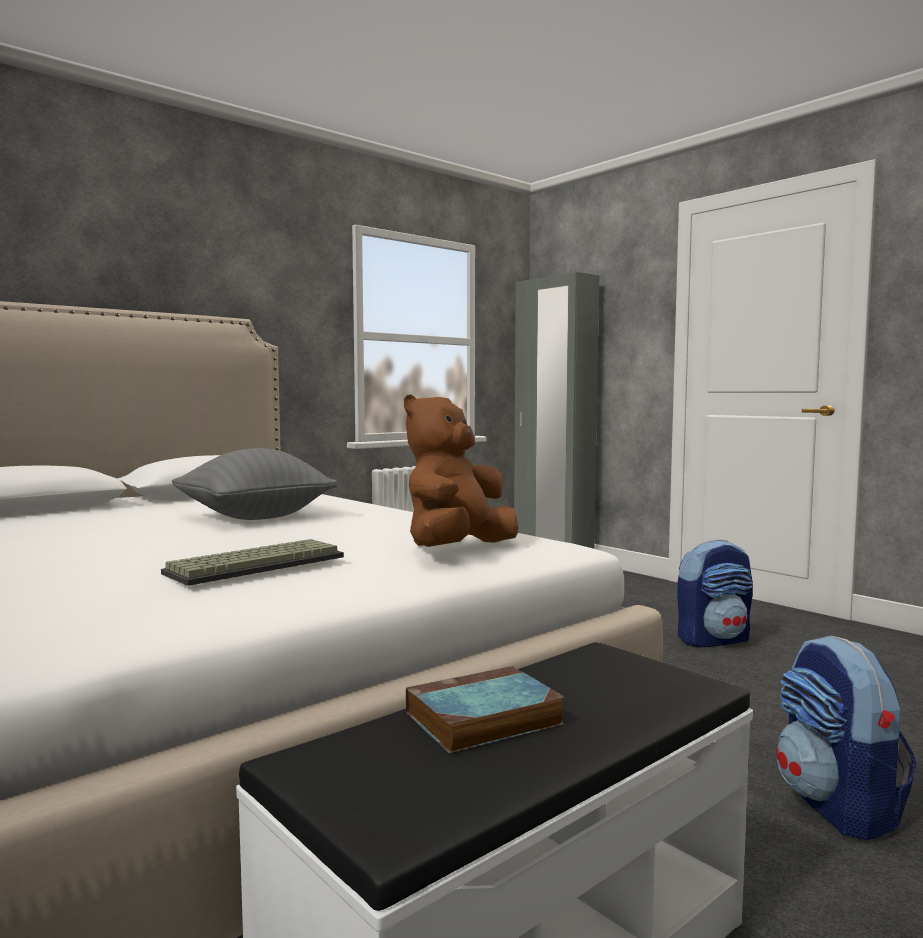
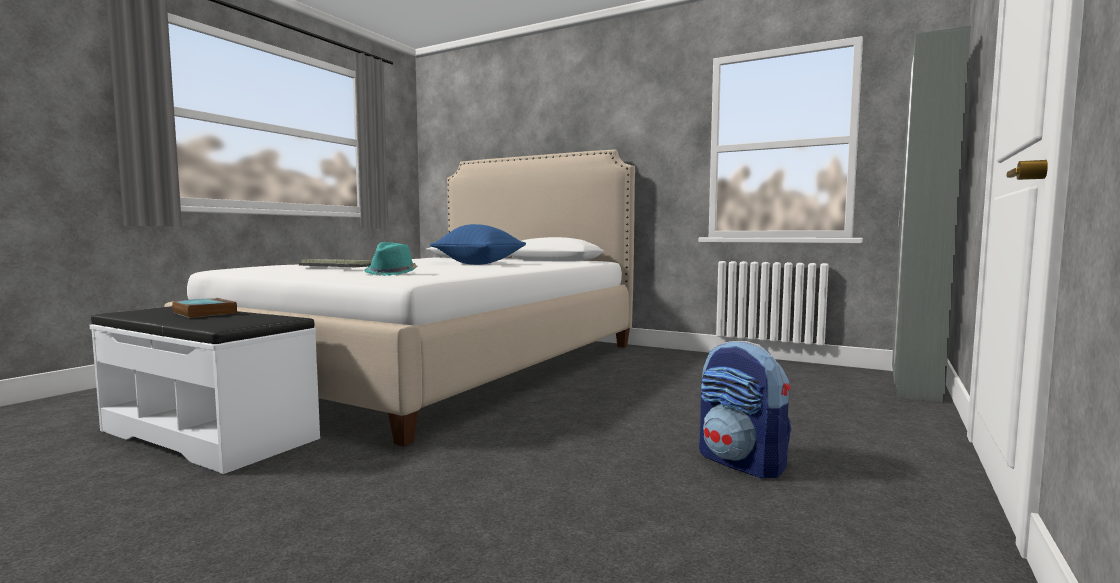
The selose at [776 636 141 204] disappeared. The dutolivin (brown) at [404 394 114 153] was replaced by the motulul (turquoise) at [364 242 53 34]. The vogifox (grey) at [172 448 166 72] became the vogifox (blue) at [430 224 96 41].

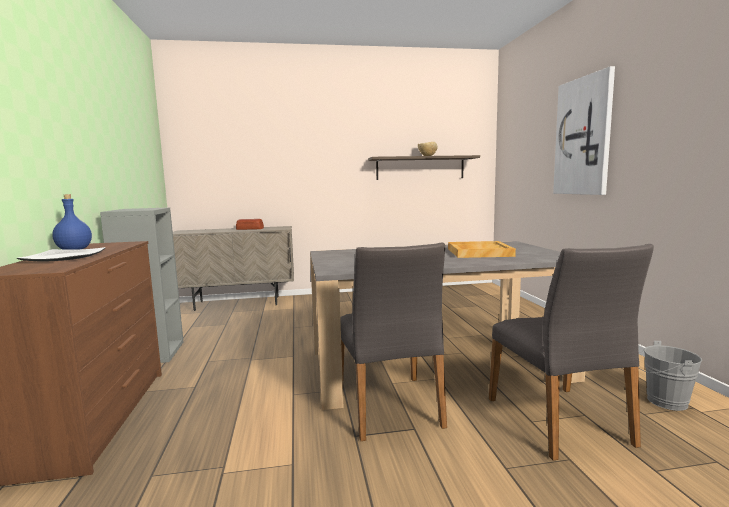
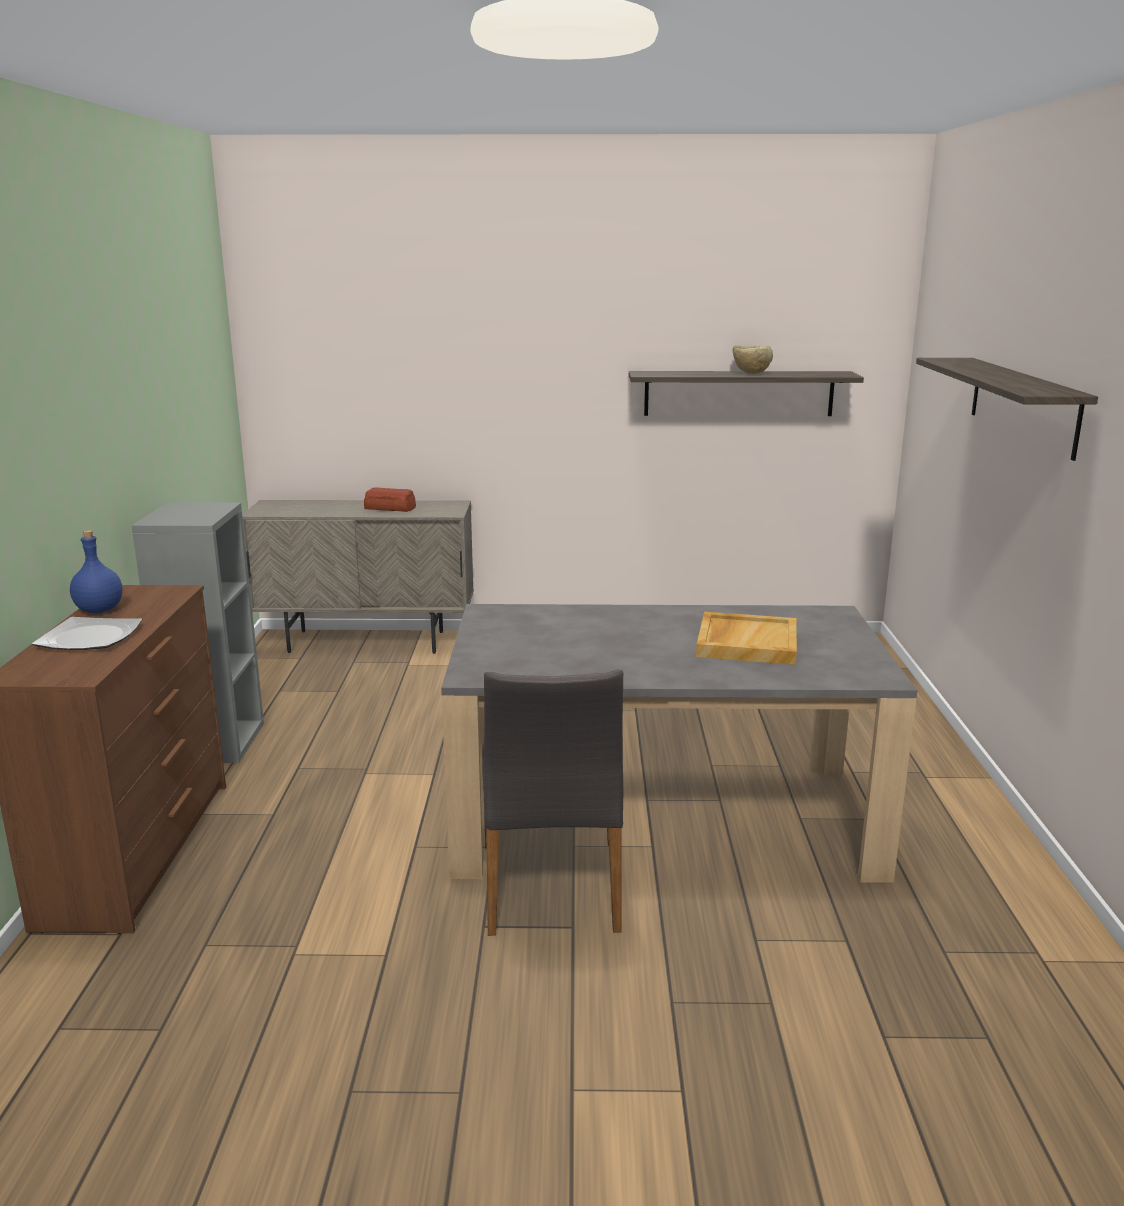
The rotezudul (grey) at [489 244 165 217] disappeared. The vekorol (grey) at [639 341 63 70] disappeared. The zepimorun at [553 66 62 129] was replaced by the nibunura at [916 358 182 103].

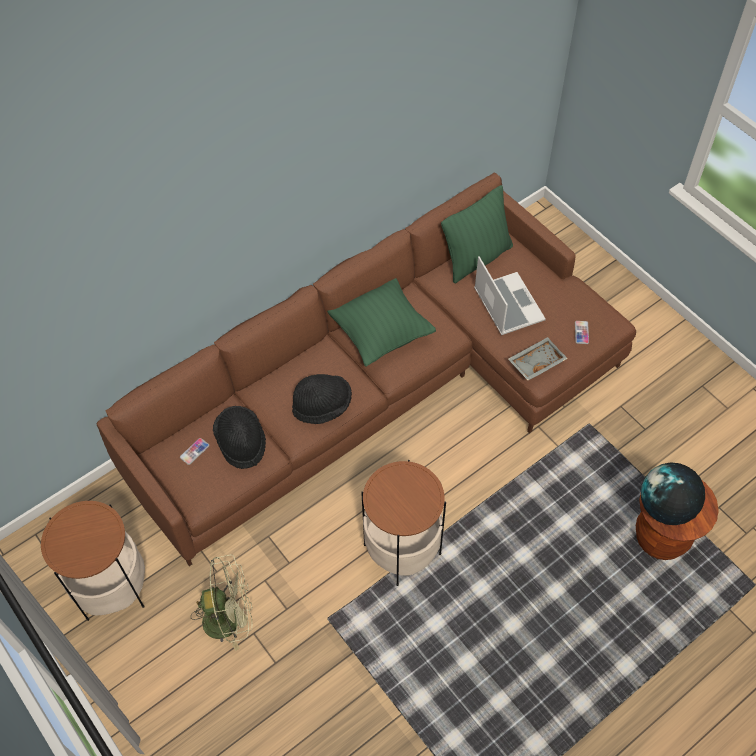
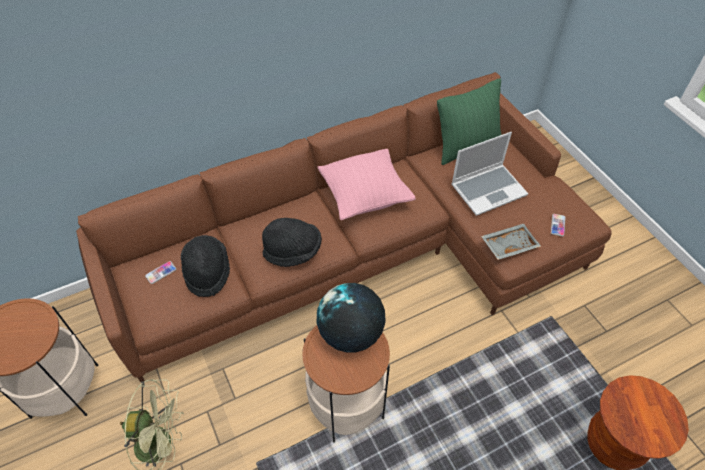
The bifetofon moved from [641 462 64 63] to [317 283 69 70]. The vogifox (green) at [327 278 109 89] became the vogifox (pink) at [317 149 98 71]. The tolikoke at [474 256 72 79] turned 75 degrees clockwise.

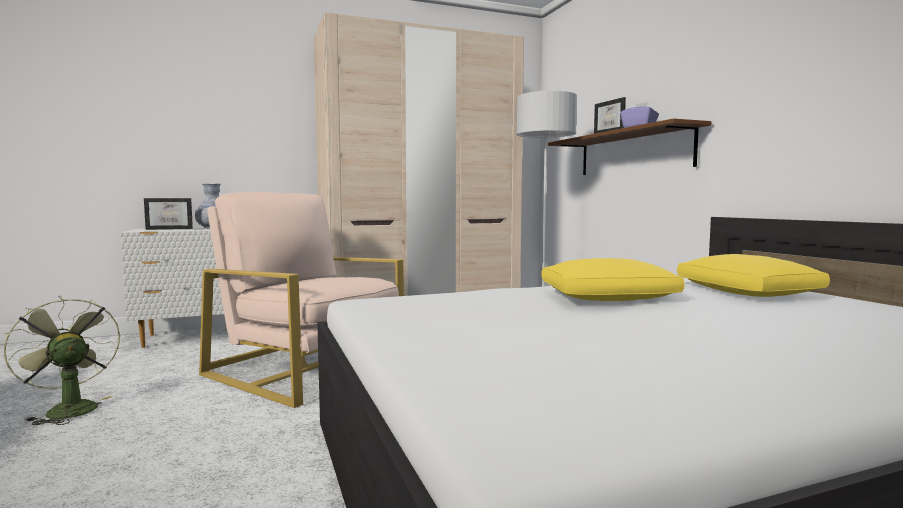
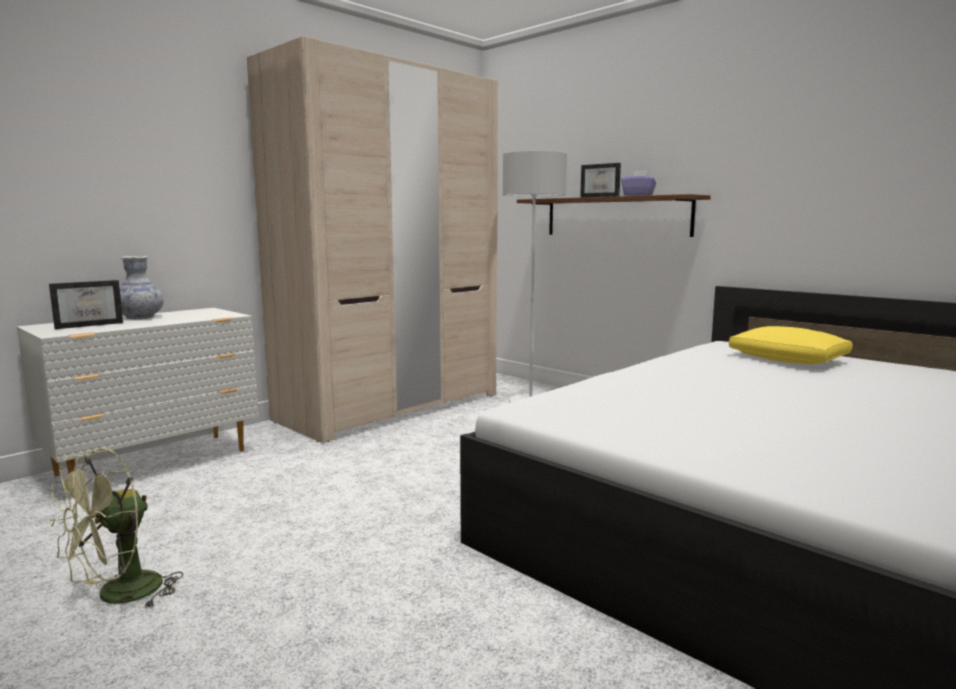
The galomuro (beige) at [199 192 205 216] disappeared. The vogifox (yellow) at [541 258 144 43] disappeared. The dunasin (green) at [4 295 116 130] turned 75 degrees counterclockwise.

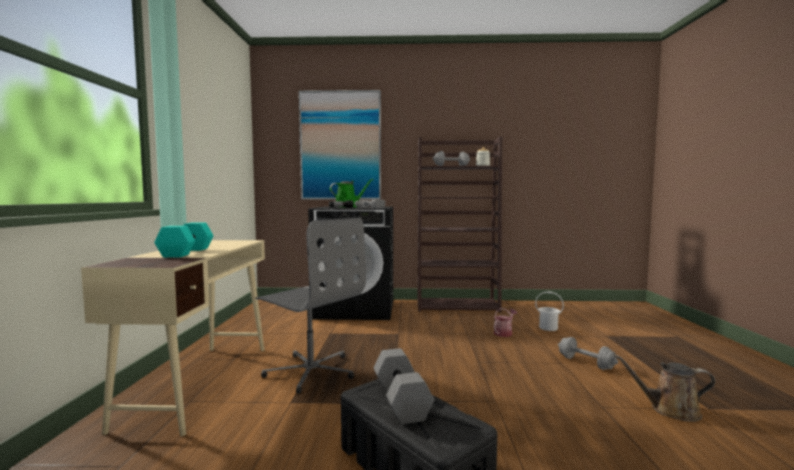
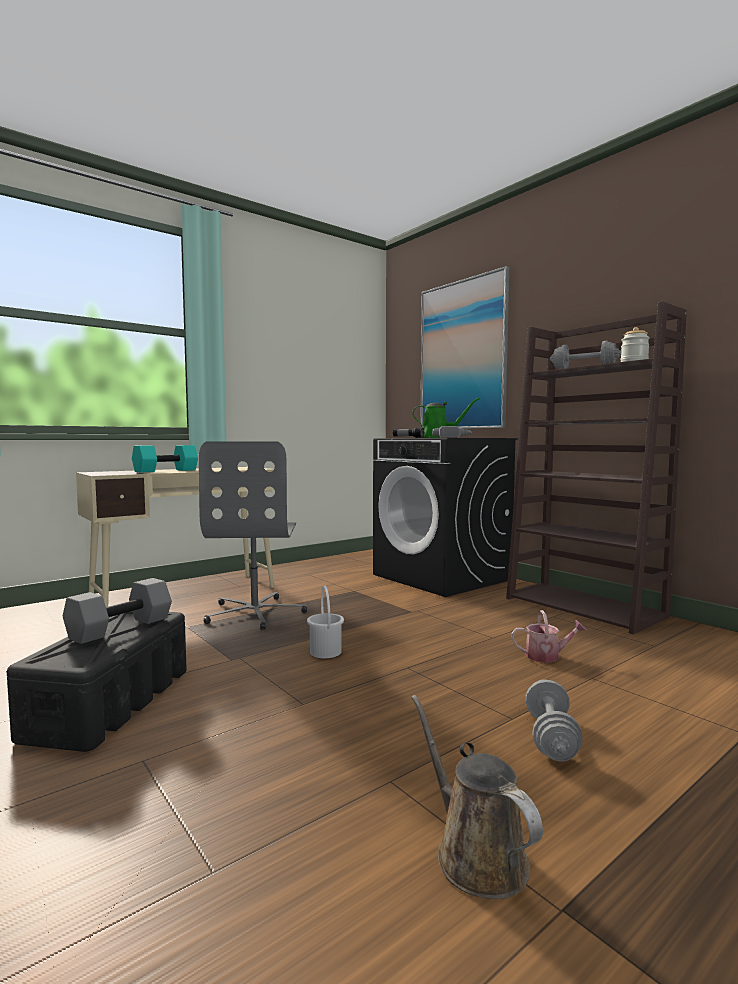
The vekorol (white) moved from [535 291 29 40] to [307 585 37 73].

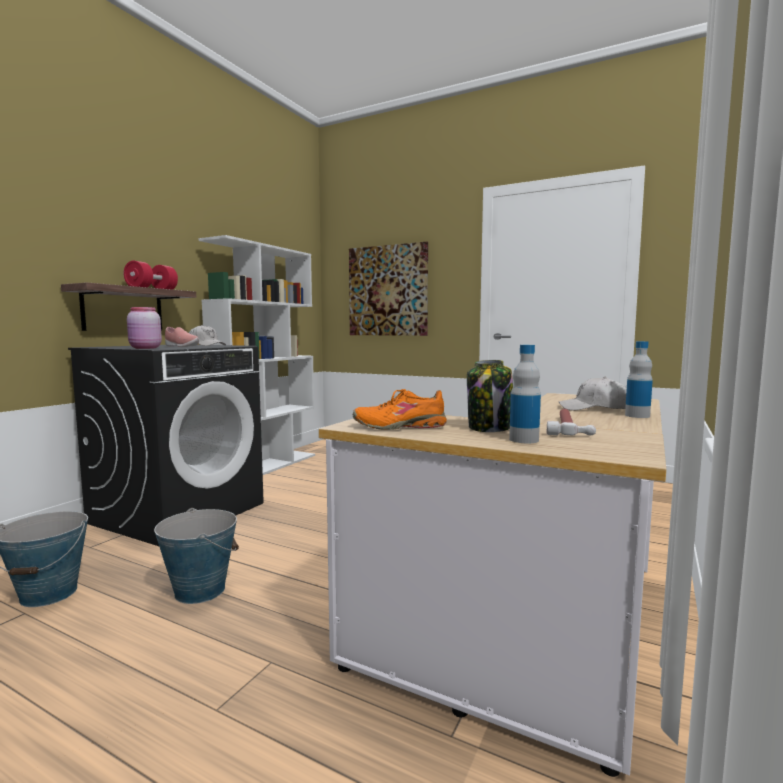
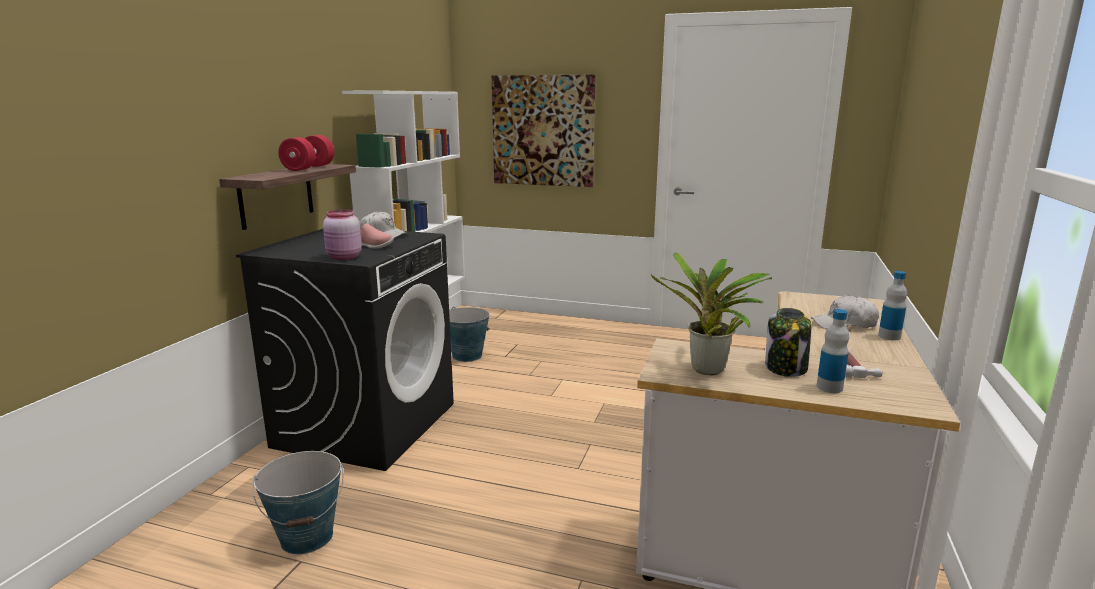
The vekorol moved from [154 508 85 96] to [449 307 41 55]. The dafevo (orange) at [353 389 94 41] was replaced by the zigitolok at [651 252 121 123].

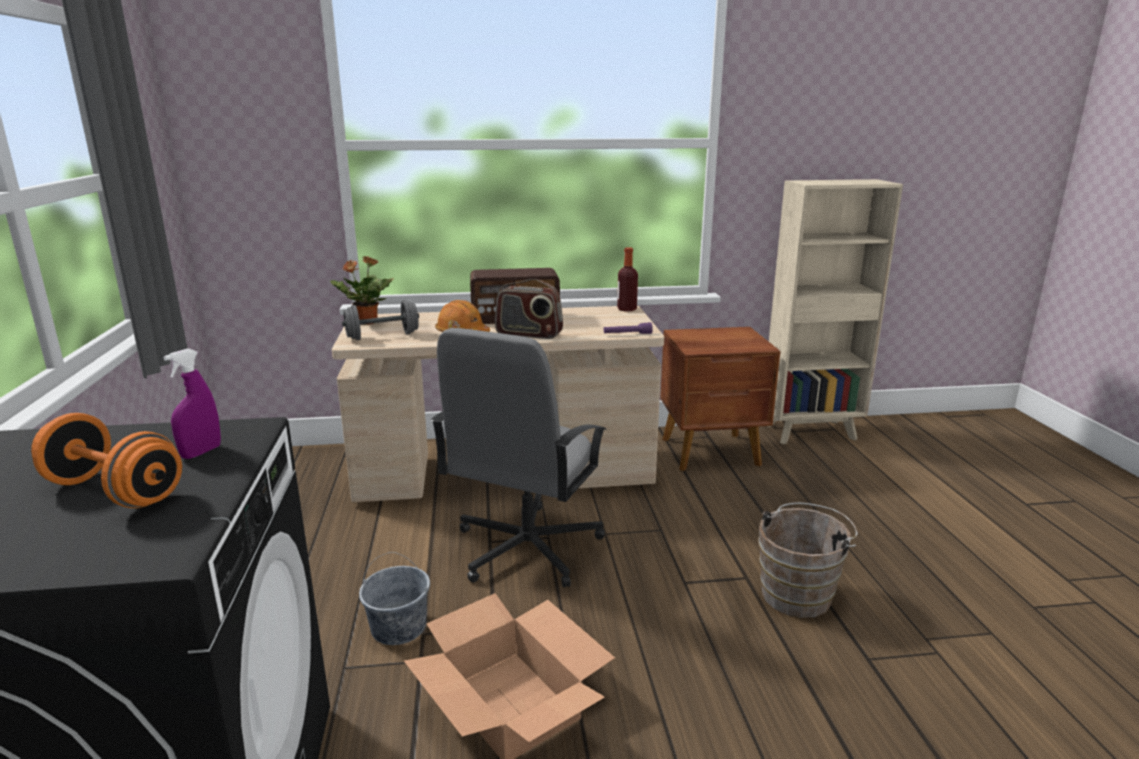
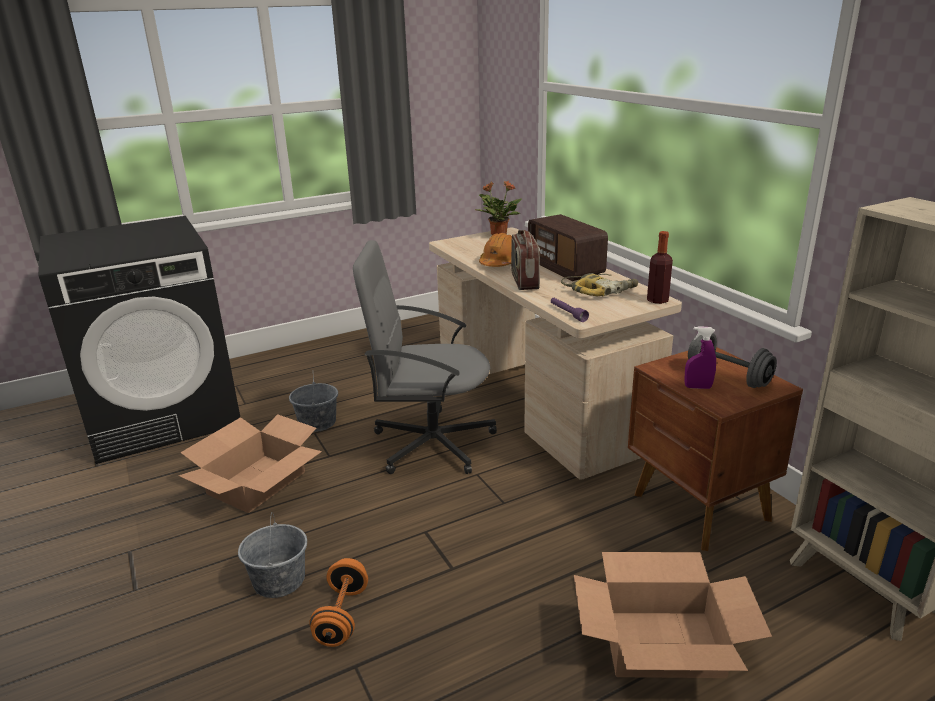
The vekorol (brown) at [758 503 100 115] disappeared. The vekorol (grey) at [238 512 69 86] appeared. The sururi at [561 273 78 23] appeared. The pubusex at [574 552 198 126] appeared. The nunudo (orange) moved from [31 413 151 95] to [309 558 59 89]. The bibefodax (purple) moved from [163 349 58 110] to [684 326 32 63]. The nunudo (grey) moved from [342 300 77 40] to [688 333 89 55].

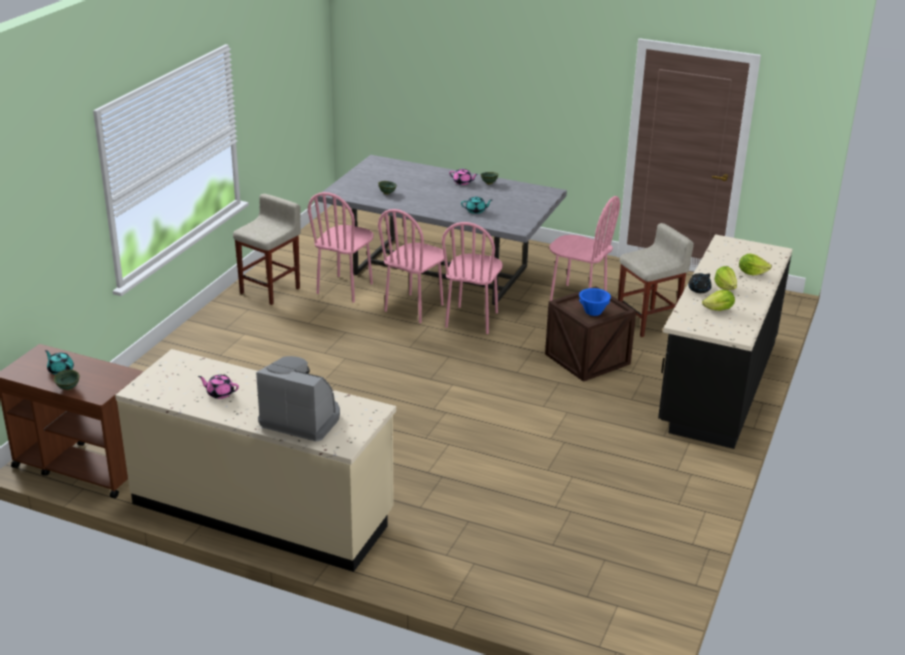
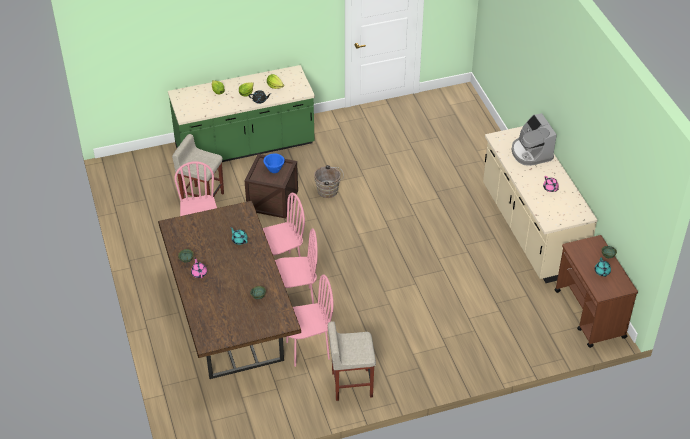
The vekorol (brown) at [314 165 30 33] appeared. The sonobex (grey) at [317 155 250 150] became the sonobex (brown) at [158 201 143 178]. The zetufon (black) at [658 234 134 215] became the zetufon (green) at [168 65 147 97].

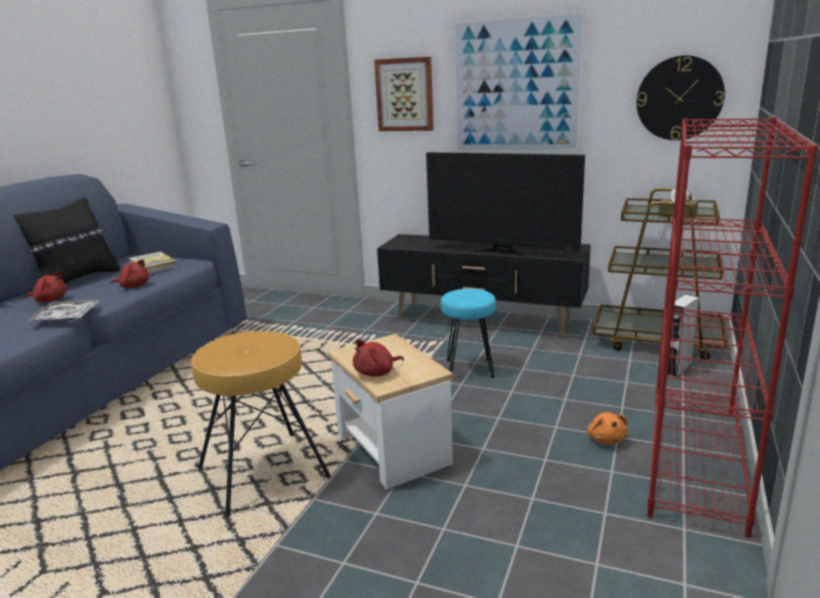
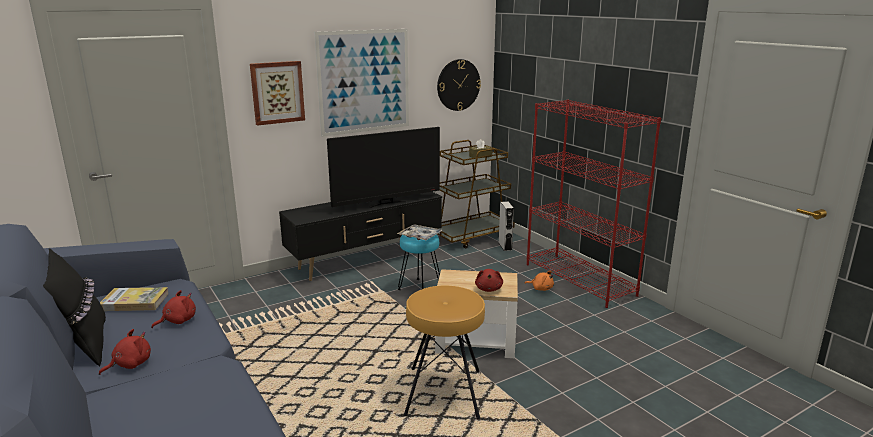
The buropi moved from [29 300 71 21] to [397 225 46 16].

